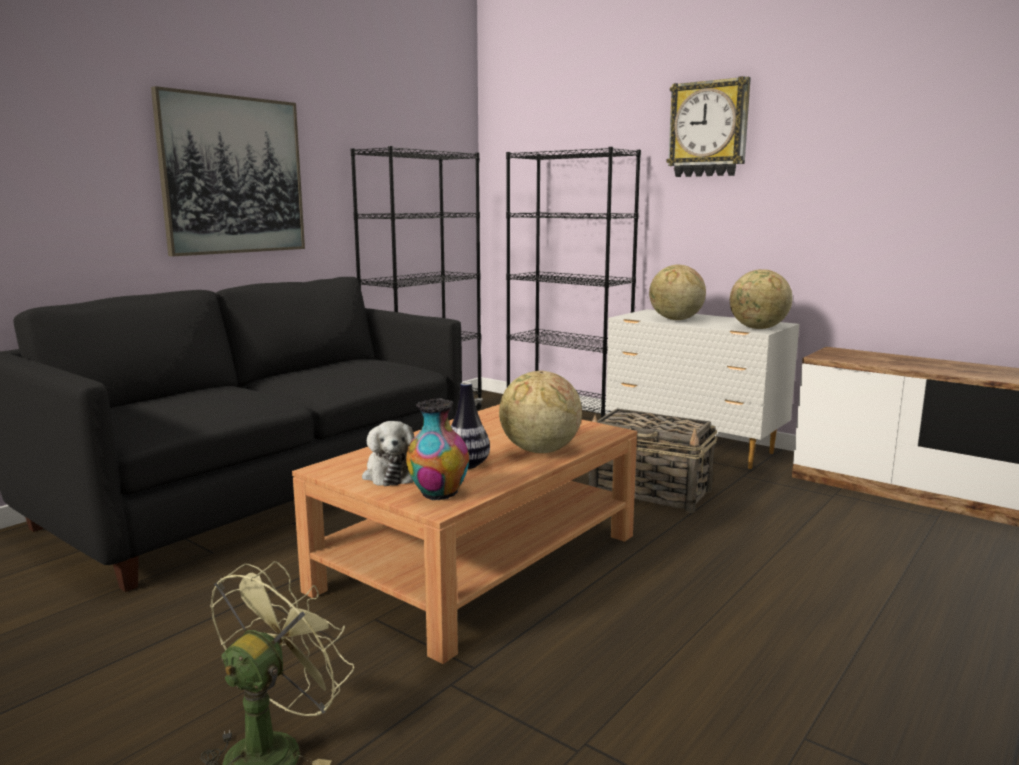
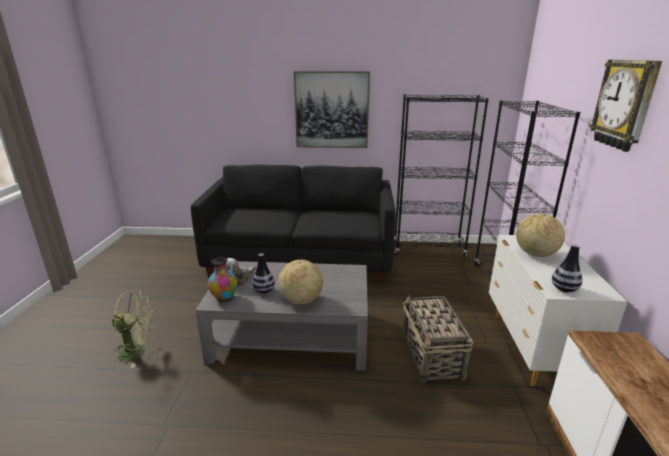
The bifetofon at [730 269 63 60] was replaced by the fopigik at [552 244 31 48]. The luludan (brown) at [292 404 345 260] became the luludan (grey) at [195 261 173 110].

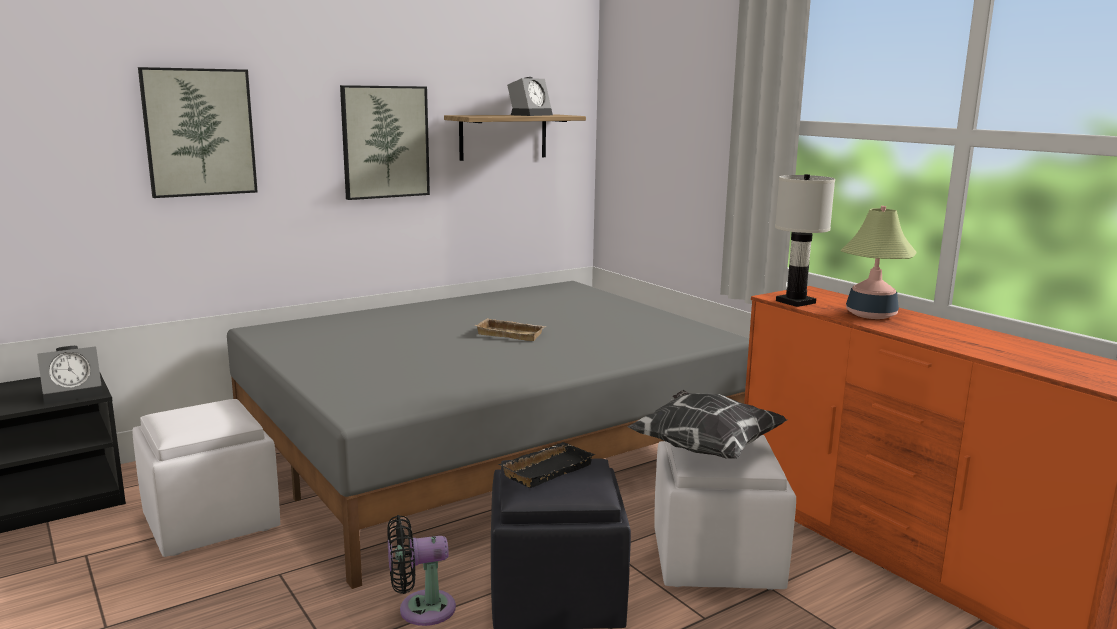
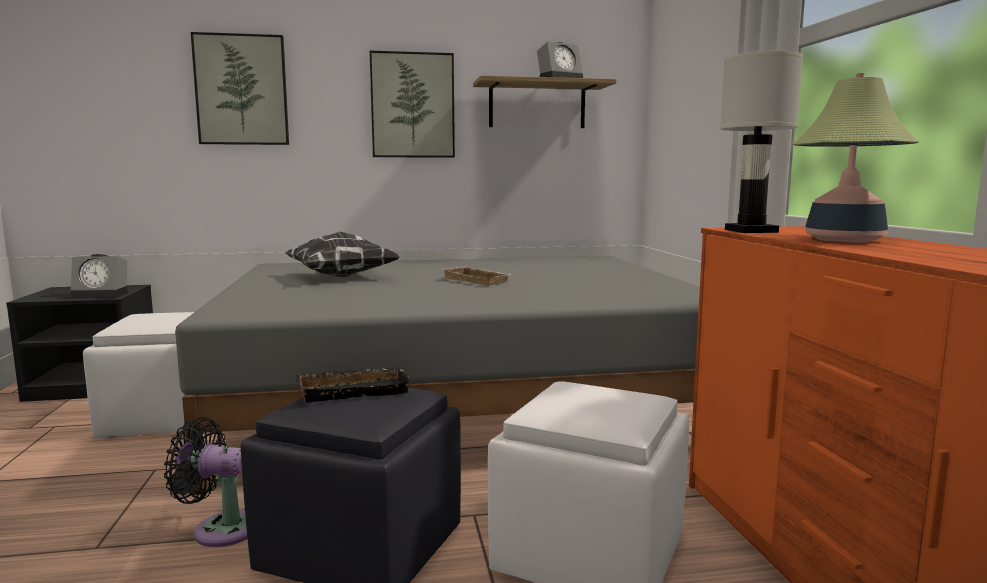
The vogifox moved from [627 390 160 69] to [285 232 114 45].

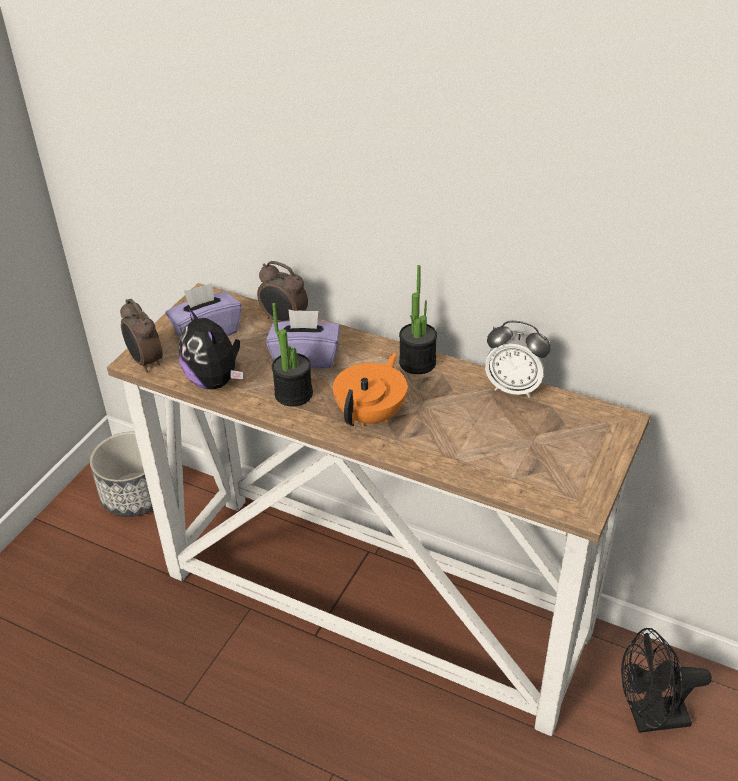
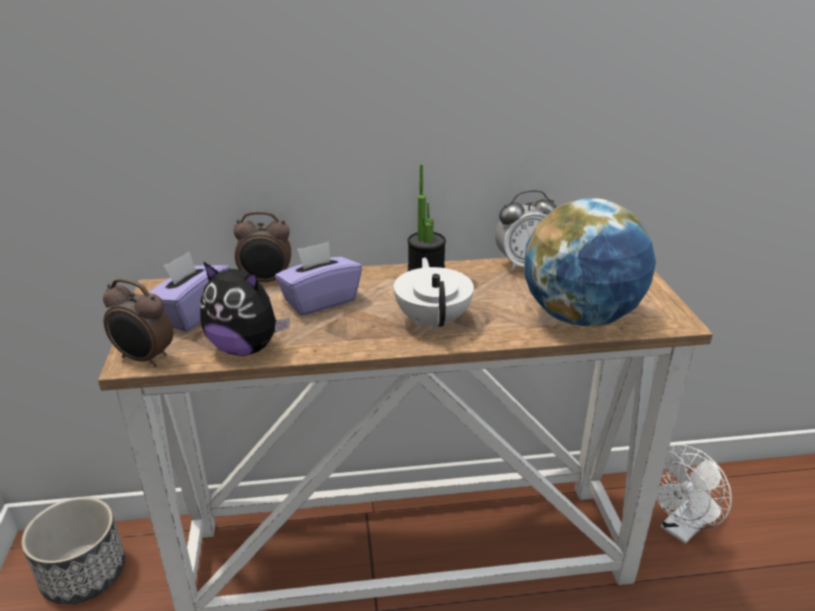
The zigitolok at [272 303 41 103] disappeared. The bifetofon at [524 198 132 128] appeared. The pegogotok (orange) at [333 353 74 73] became the pegogotok (white) at [394 258 80 74]. The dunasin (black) at [621 628 91 105] became the dunasin (white) at [656 445 76 99].

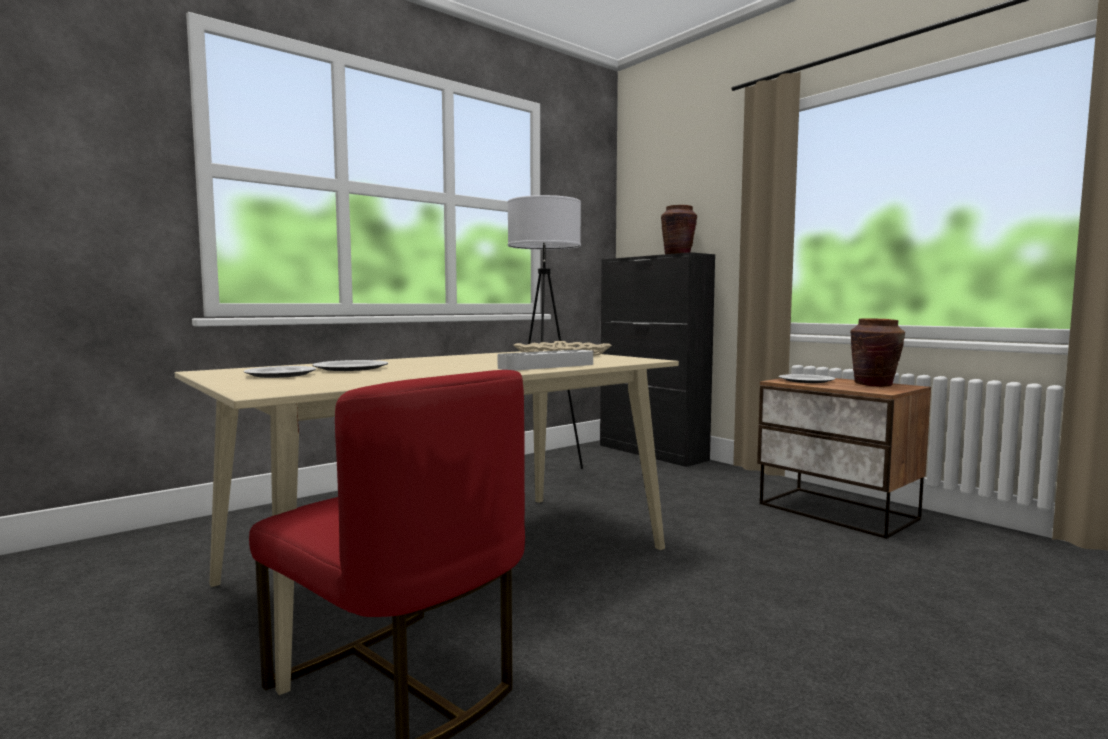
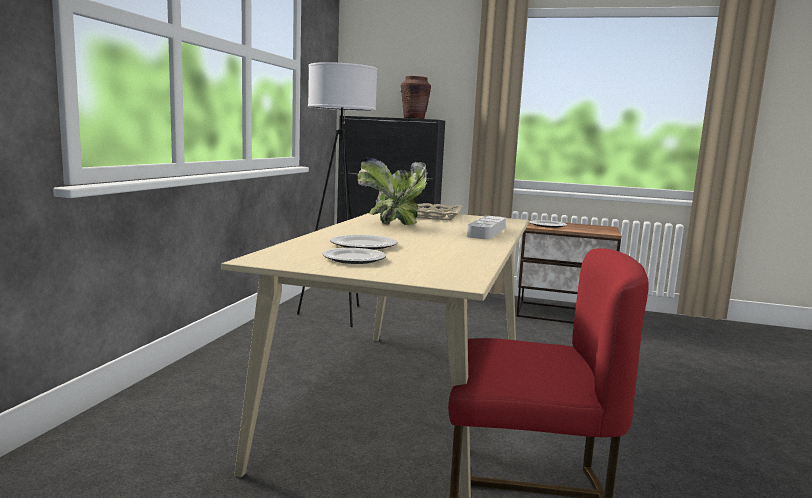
The fopigik (brown) at [850 318 55 69] disappeared. The zigitolok at [357 158 71 67] appeared.

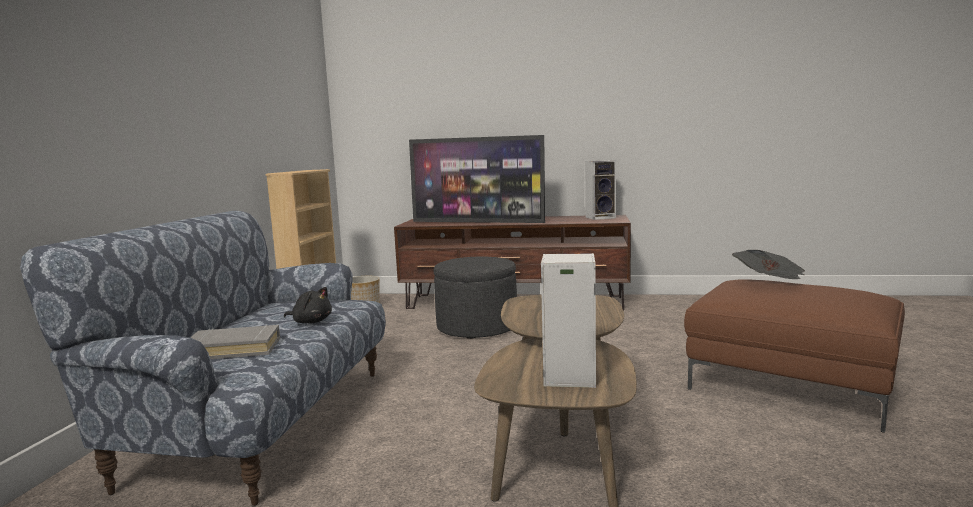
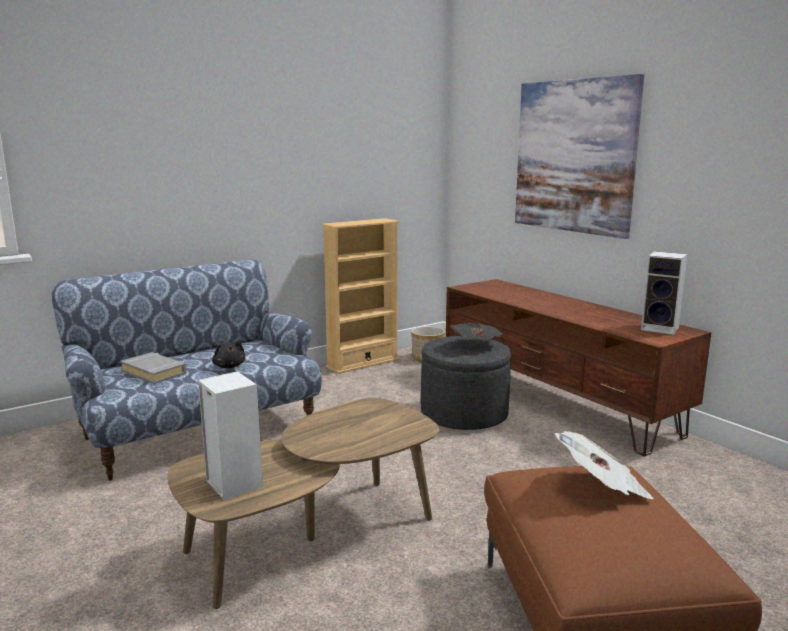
The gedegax at [409 135 136 88] disappeared. The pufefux at [449 323 54 16] appeared. The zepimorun at [515 74 129 165] appeared.

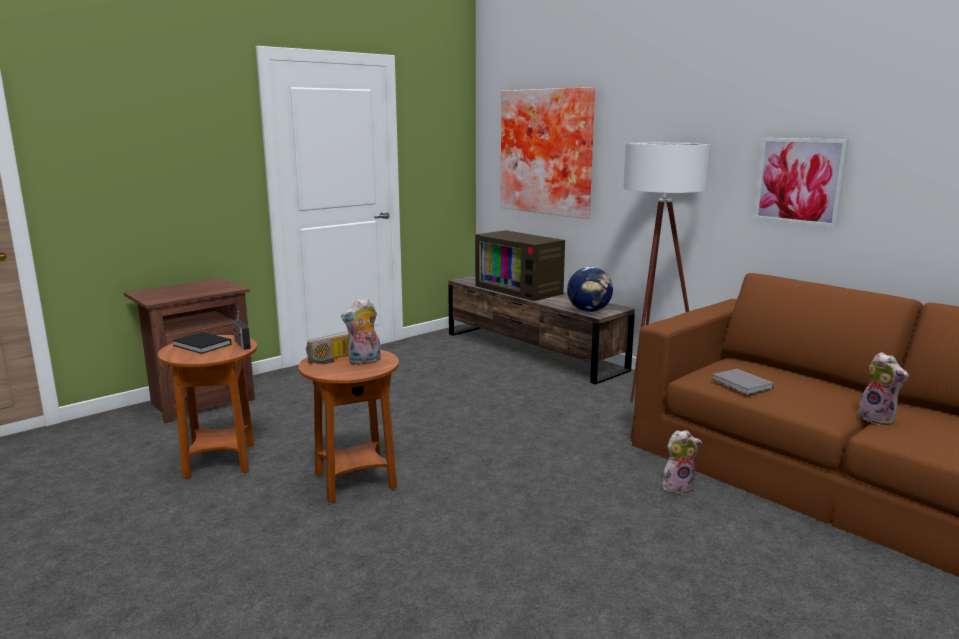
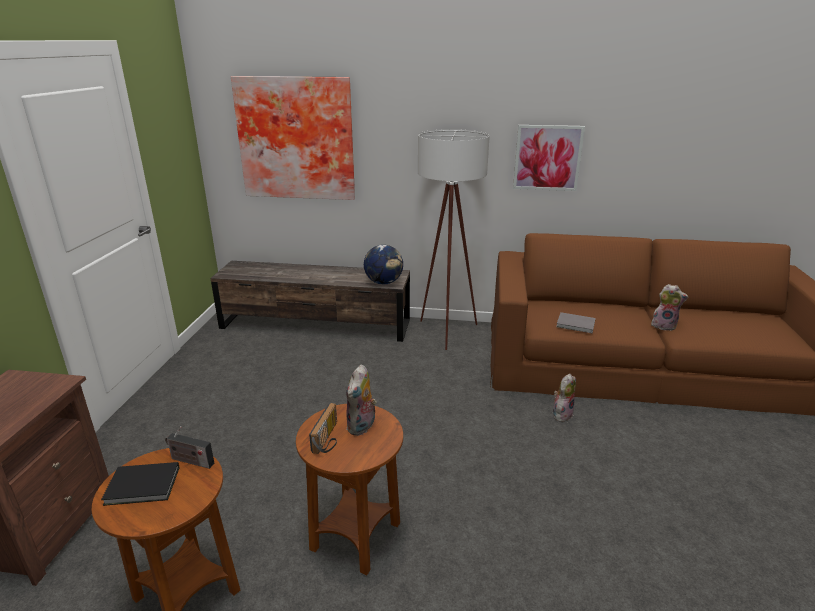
The gedegax at [475 230 90 71] disappeared.

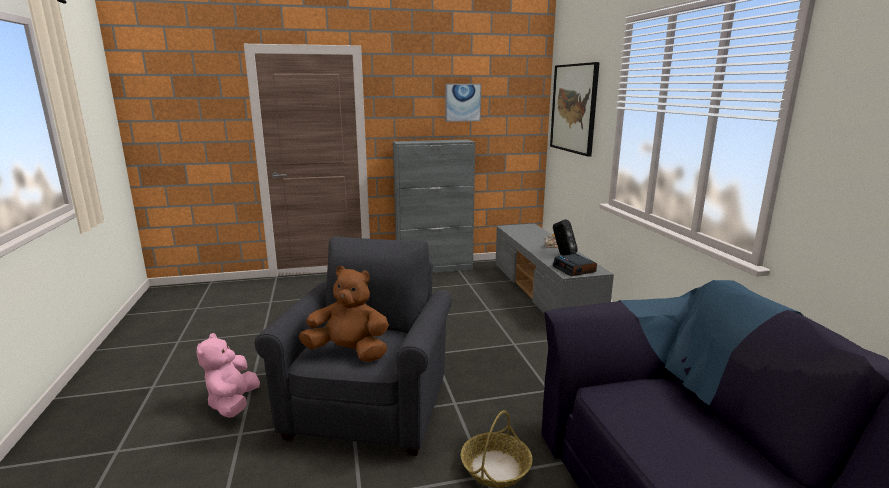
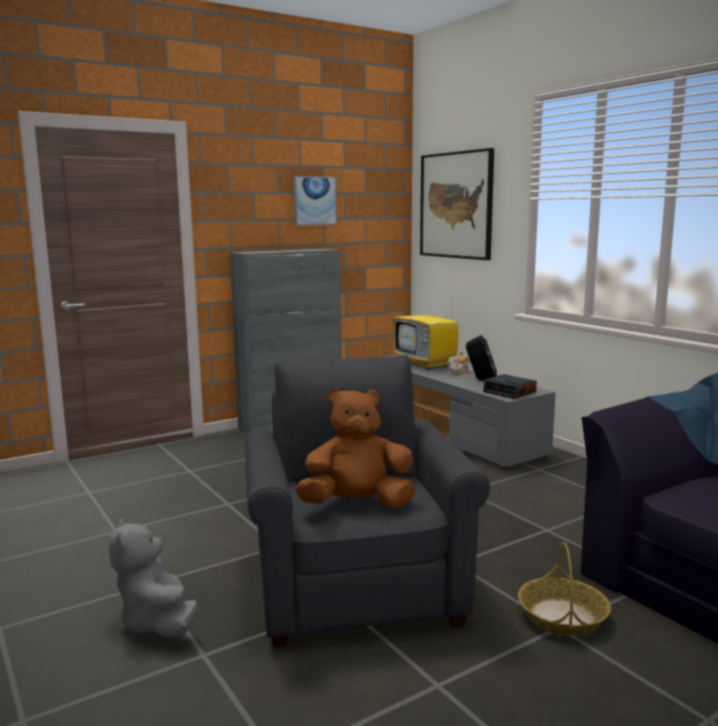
The gedegax at [392 294 66 76] appeared. The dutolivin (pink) at [196 333 64 85] became the dutolivin (grey) at [109 518 89 119].

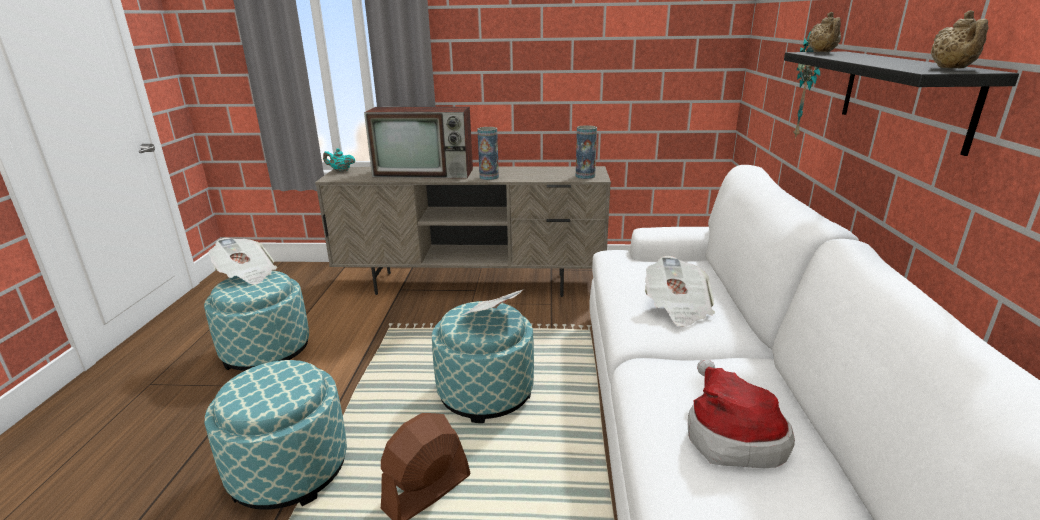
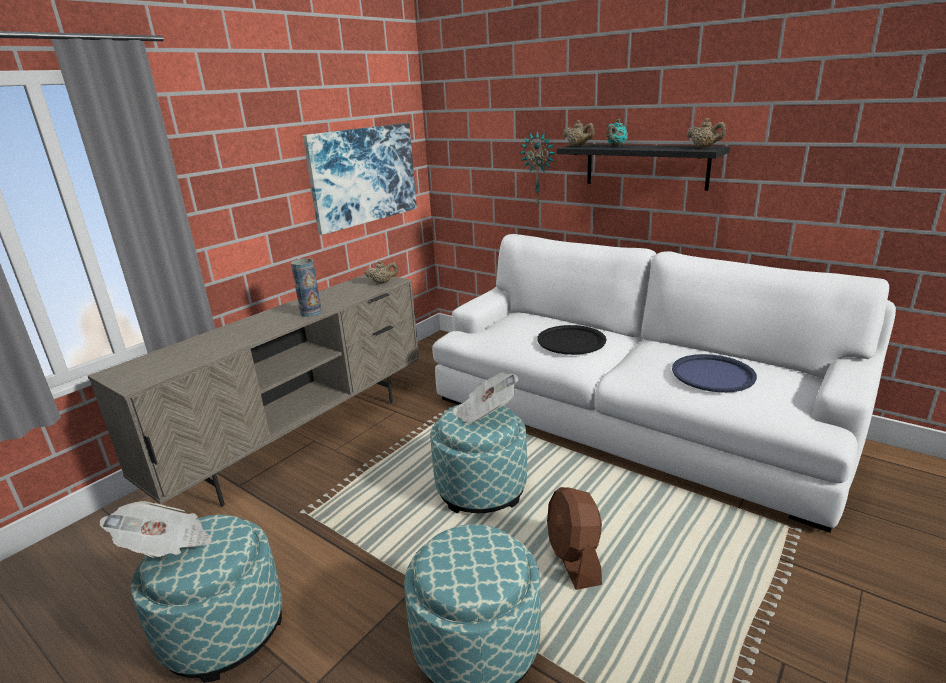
The gedegax at [364 107 109 72] disappeared. The zepimorun at [303 123 114 112] appeared. The pegogotok (turquoise) moved from [323 148 32 24] to [606 119 22 27]. The fopigik at [576 125 21 54] was replaced by the pegogotok (beige) at [365 260 34 24]. The pufefux at [645 256 70 71] was replaced by the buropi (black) at [537 325 69 30]. The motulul at [688 359 107 109] was replaced by the buropi (blue) at [672 354 85 39].

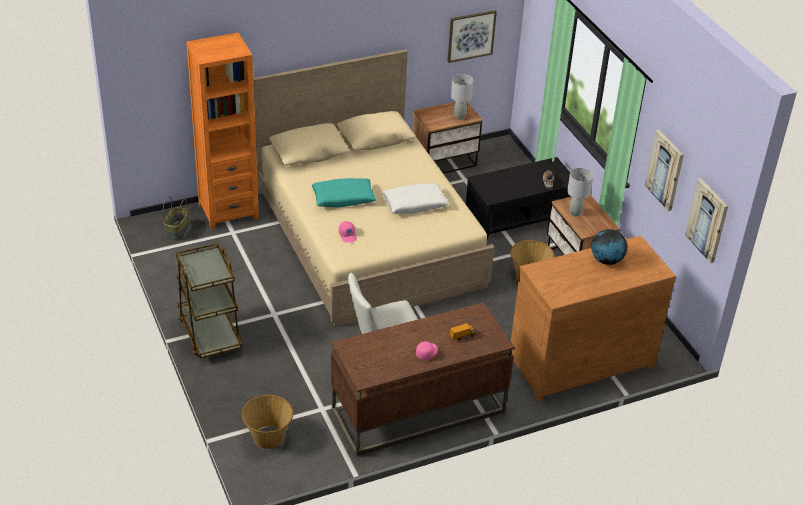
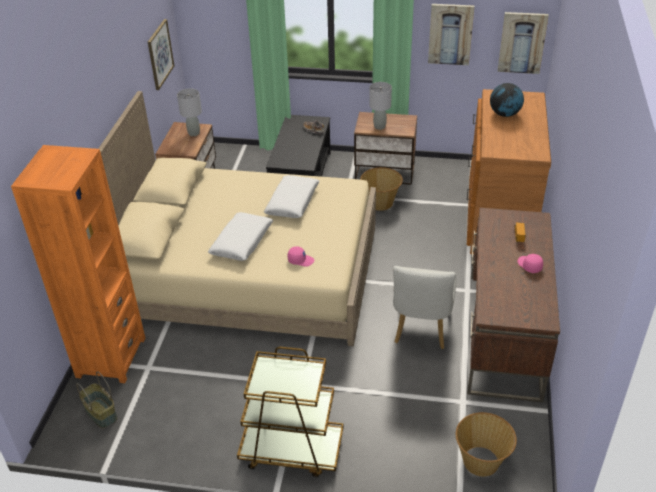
The vogifox (turquoise) at [312 178 64 30] became the vogifox (white) at [208 212 65 49].

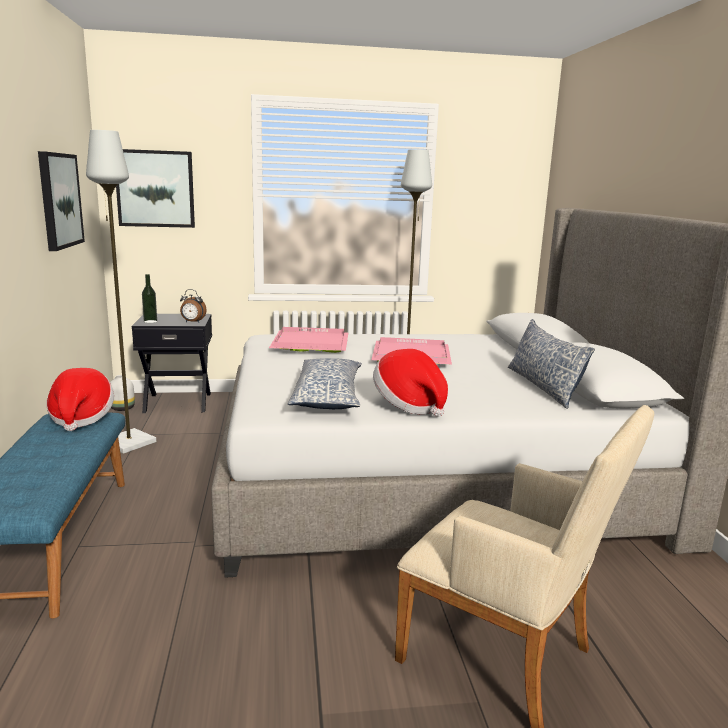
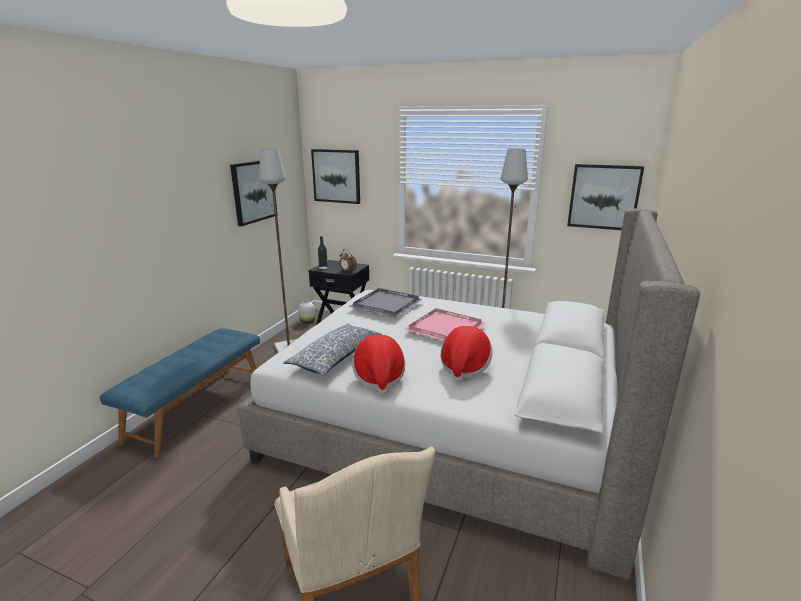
The vogifox at [508 319 87 90] disappeared. The zepimorun at [567 164 77 66] appeared. The motulul moved from [47 368 67 63] to [441 326 51 56]. The buropi (pink) at [269 327 79 26] became the buropi (grey) at [348 288 74 29].

